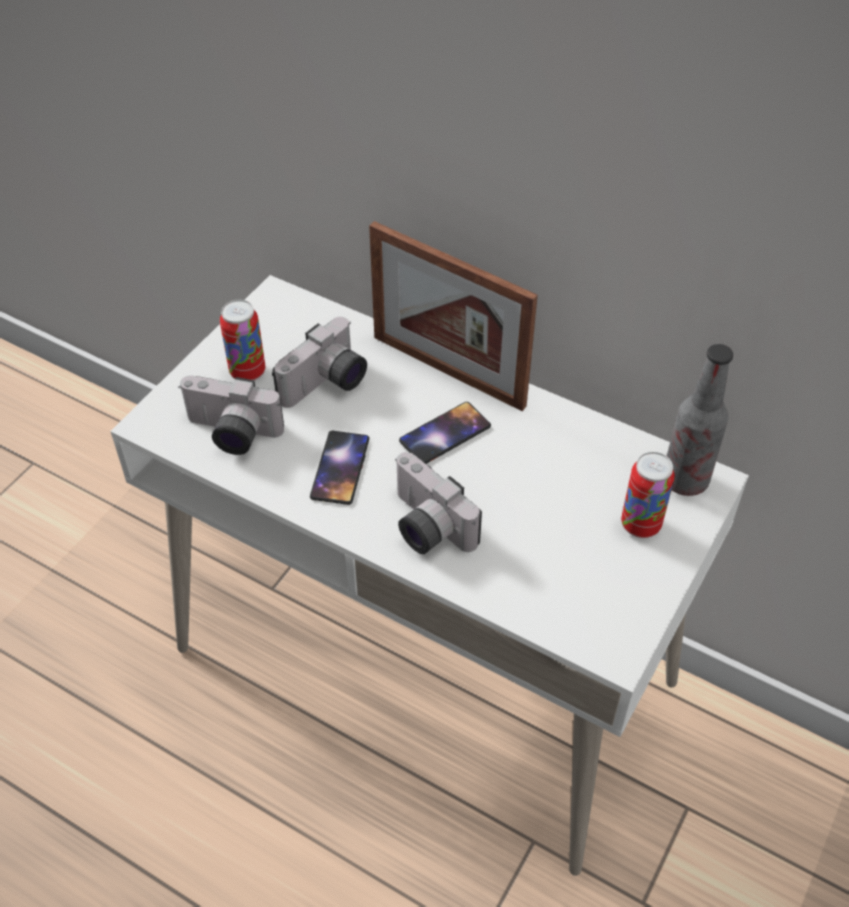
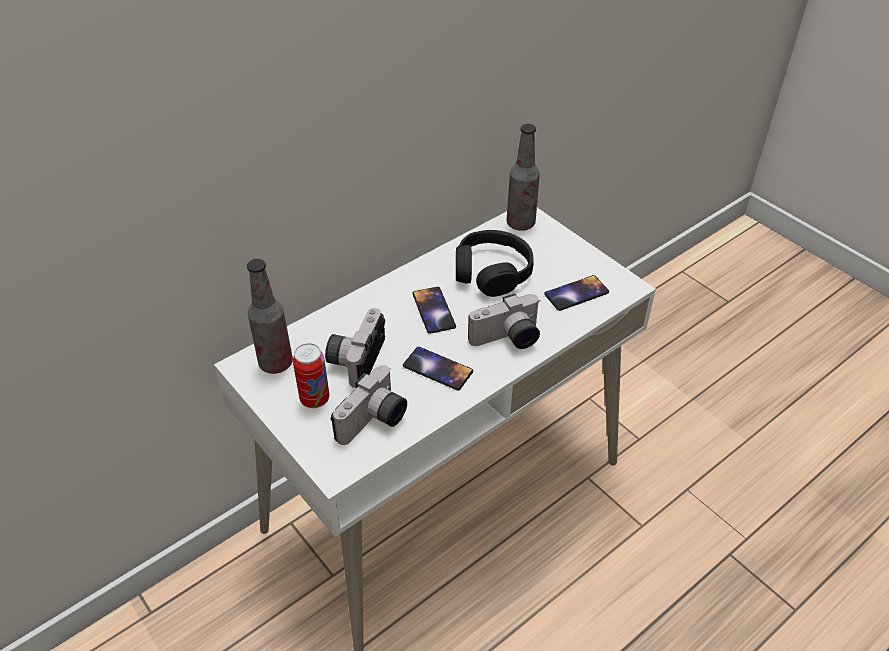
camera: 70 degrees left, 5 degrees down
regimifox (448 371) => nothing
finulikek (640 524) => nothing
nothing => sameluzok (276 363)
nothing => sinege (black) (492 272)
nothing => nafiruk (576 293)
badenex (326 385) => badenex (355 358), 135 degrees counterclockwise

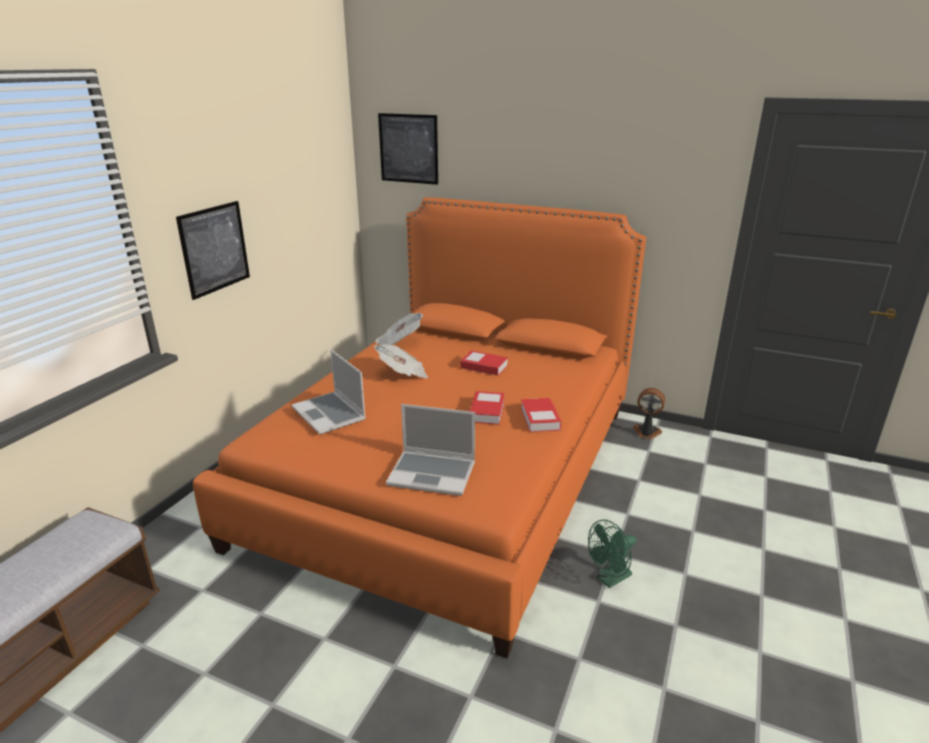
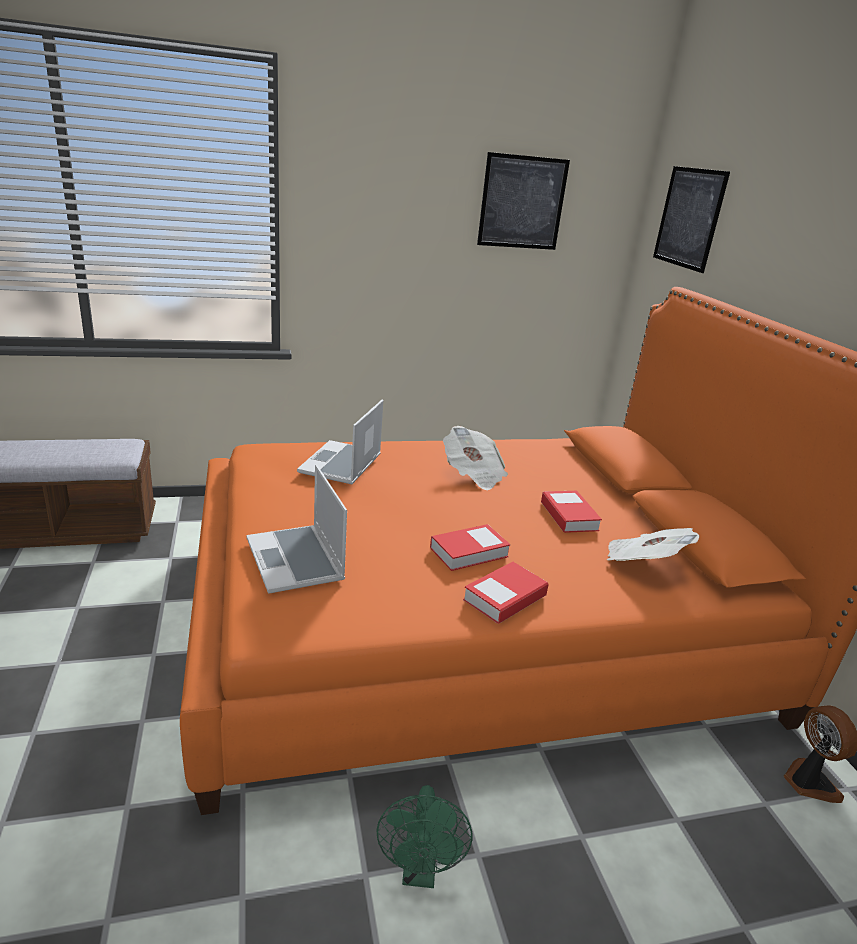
camera: 50 degrees right, 0 degrees up
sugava (214 249) => sugava (522 202), shifted
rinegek (399 342) => rinegek (643 562), shifted
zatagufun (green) (610 579) => zatagufun (green) (419 871), 105 degrees counterclockwise

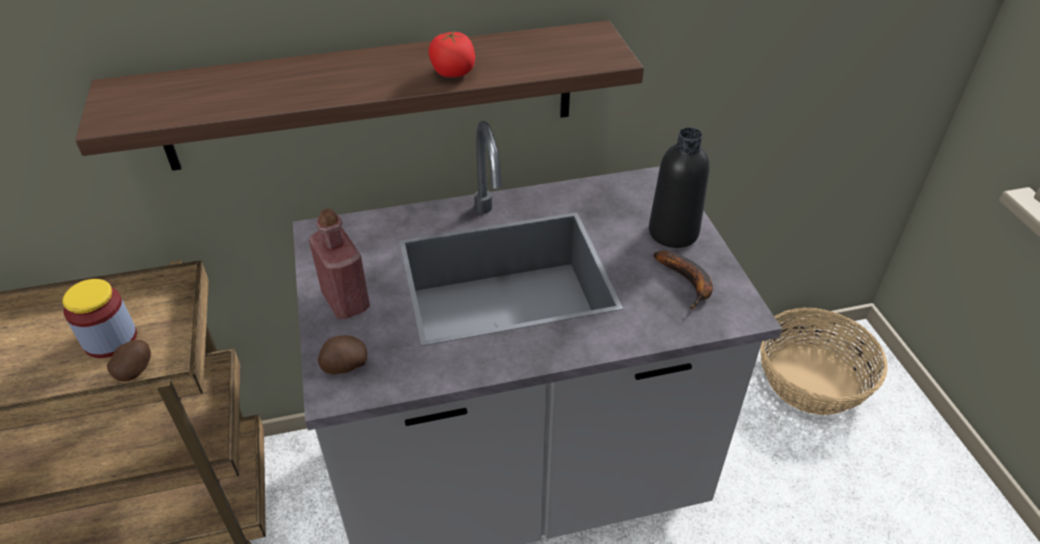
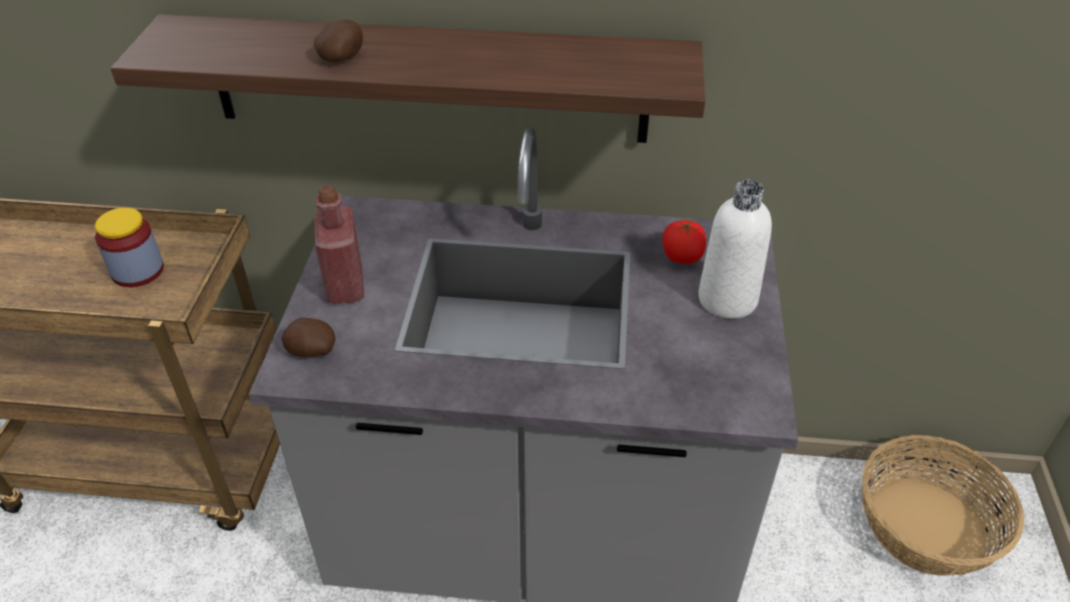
camera: 20 degrees right, 0 degrees up
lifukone (688 282) => nothing
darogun (136 370) => darogun (342 58), shifted
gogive (453 73) => gogive (682 257), shifted
sameluzok (black) (673 232) => sameluzok (white) (727 299)

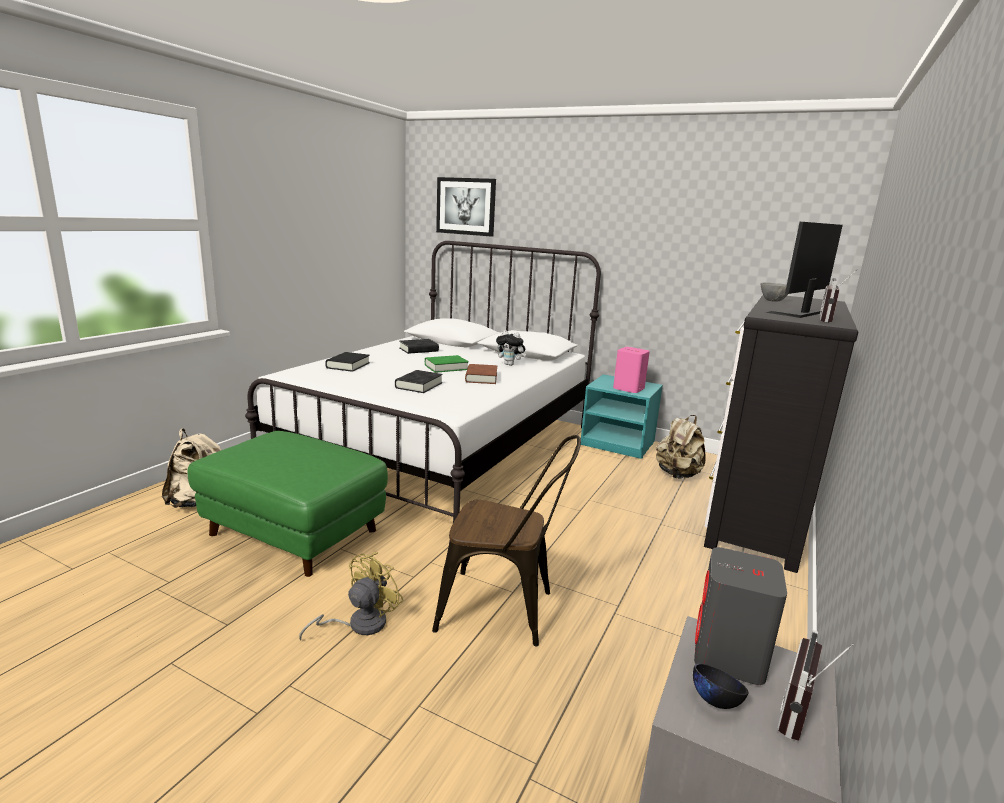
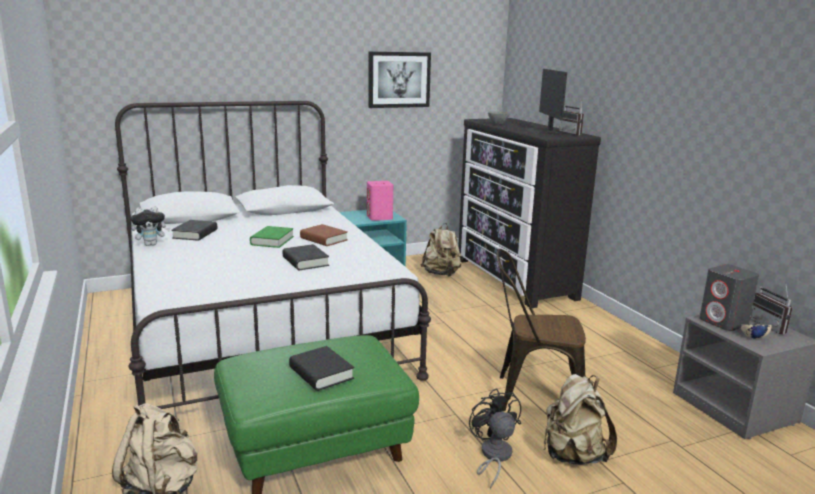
camera: 50 degrees left, 0 degrees up
nothing => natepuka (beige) (573 455)
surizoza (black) (348 365) => surizoza (black) (321 373), shifted
sugava (466 206) => sugava (399 79), shifted
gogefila (510 364) => gogefila (151 244), shifted
zatagufun (yellow) (359 624) => zatagufun (black) (493 456)
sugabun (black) (715 700) => sugabun (beige) (753 337)
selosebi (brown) (505 610) => selosebi (brown) (531 395), 135 degrees counterclockwise

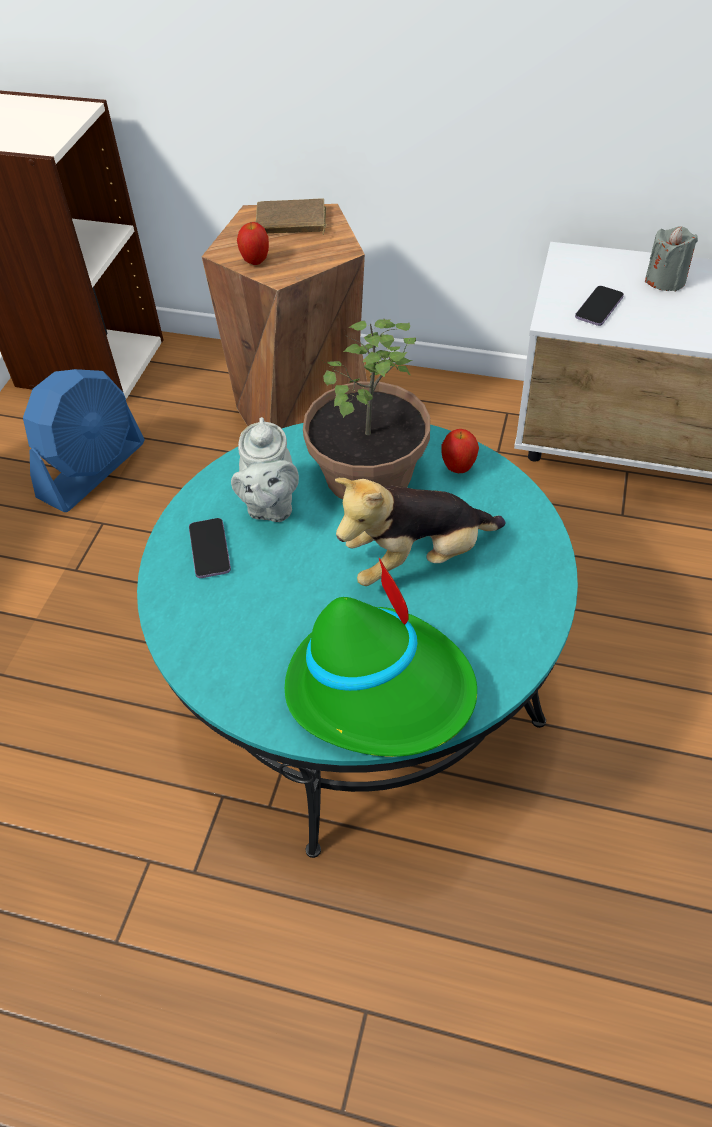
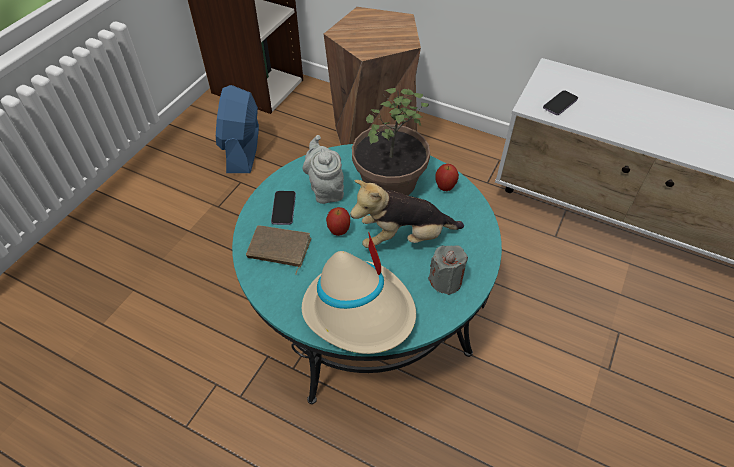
camera: 10 degrees right, 0 degrees up
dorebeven (255 261) => dorebeven (339 231), shifted
surizoza (brown) (291 223) => surizoza (brown) (278 250), shifted
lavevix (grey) (665 280) => lavevix (grey) (446 280), shifted
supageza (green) (380 688) => supageza (beige) (360 311)
zatagufun (blue) (93 470) => zatagufun (blue) (243 150), 135 degrees clockwise
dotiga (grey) (270 505) => dotiga (grey) (325 189), 150 degrees clockwise

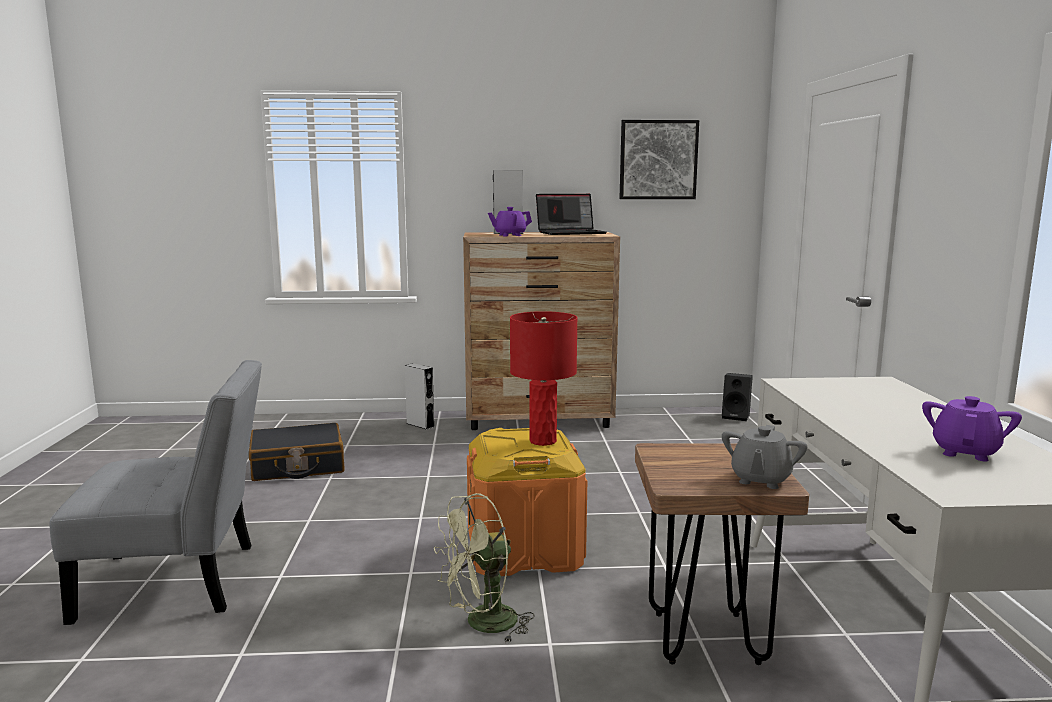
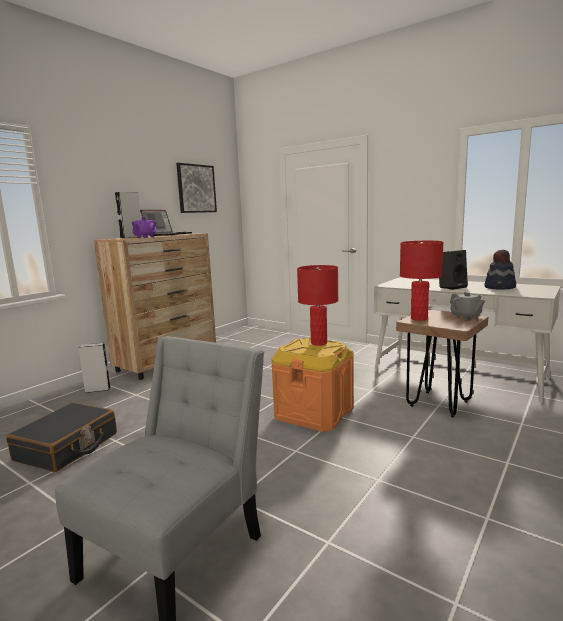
camera: 50 degrees left, 0 degrees up
zatagufun (green) (482 624) => nothing
nothing => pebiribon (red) (419 318)
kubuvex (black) (736 416) => kubuvex (black) (451 287), shifted
dotiga (purple) (965 452) => supageza (500 287)

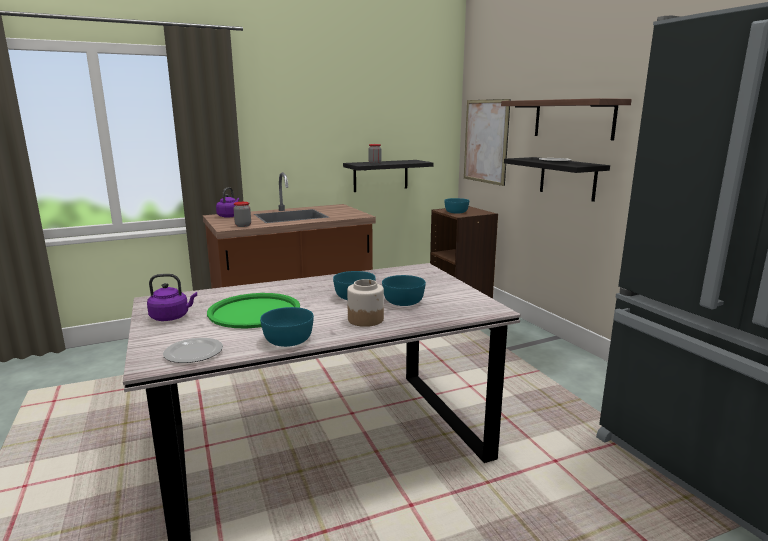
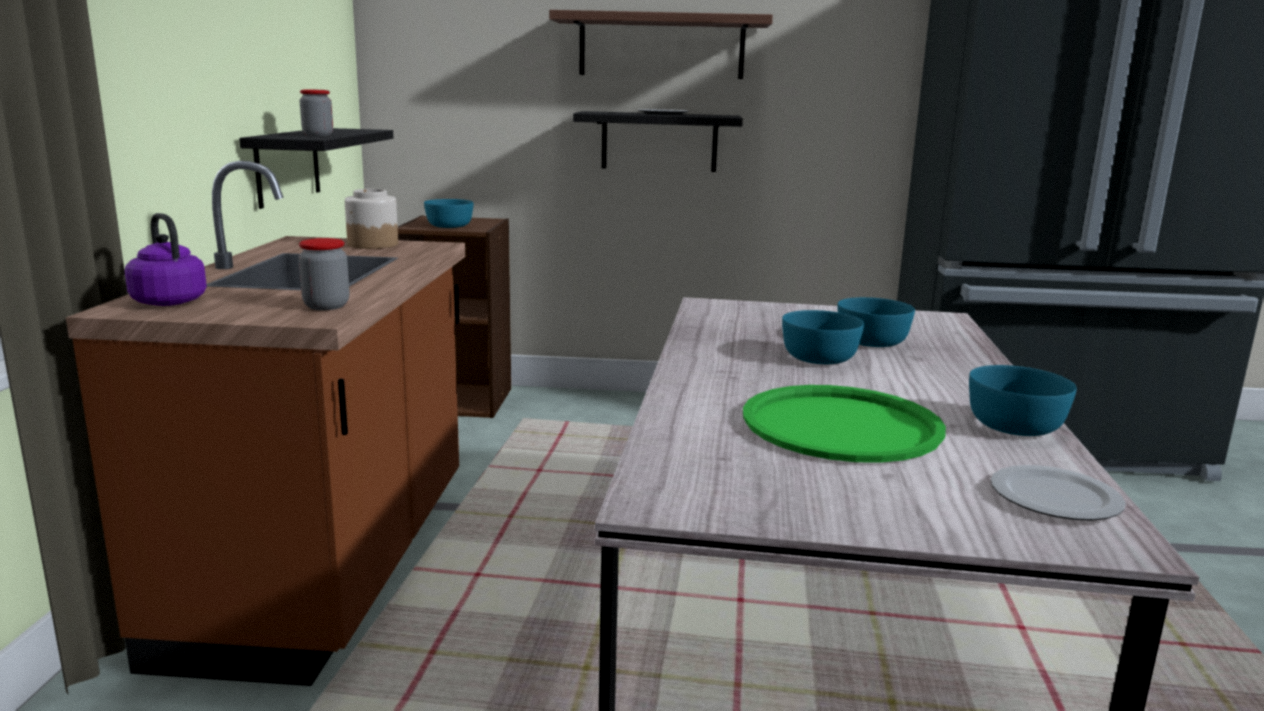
camera: 60 degrees left, 0 degrees up
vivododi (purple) (172 317) => nothing
sugava (485 141) => nothing
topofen (366 319) => topofen (372 244), shifted

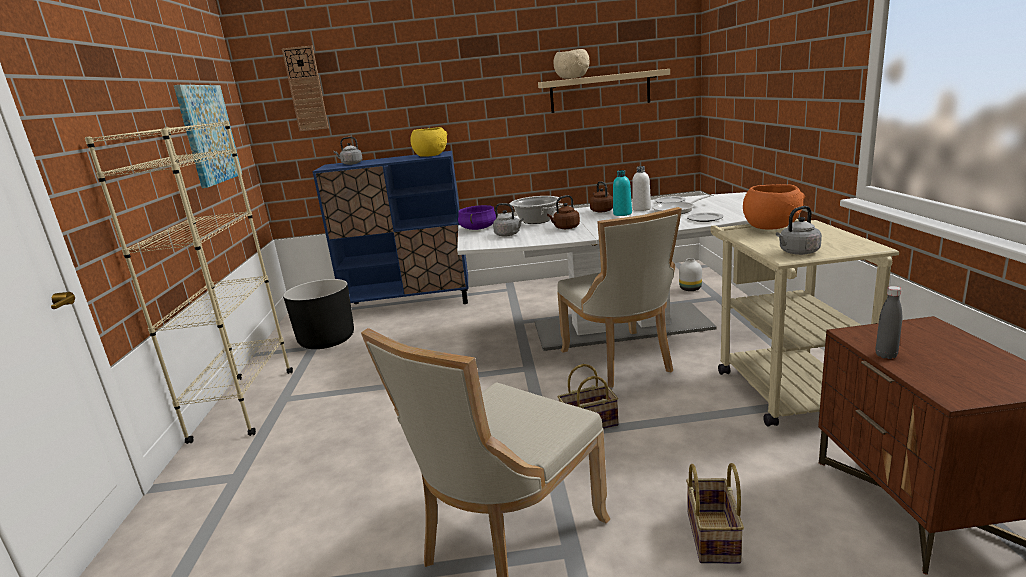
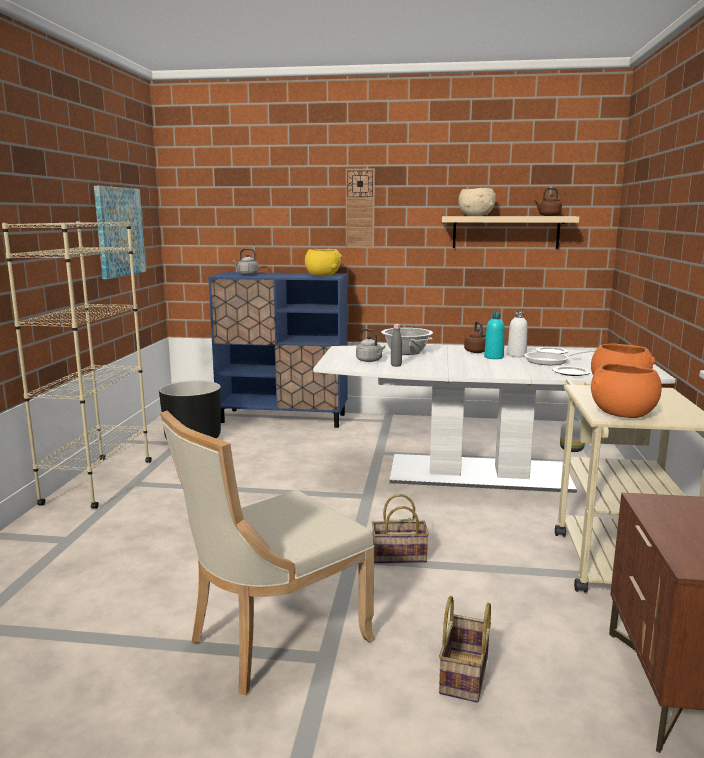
camera: 10 degrees right, 5 degrees down
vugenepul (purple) (478 228) => nothing
selosebi (beige) (620 362) => nothing
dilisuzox (306 89) => dilisuzox (360 209), shifted
vivododi (brown) (565 228) => vivododi (brown) (548 216), shifted
sameluzok (grey) (886 355) => sameluzok (grey) (396 365), shifted
vivododi (grey) (797 252) => sugabun (orange) (621 414)

